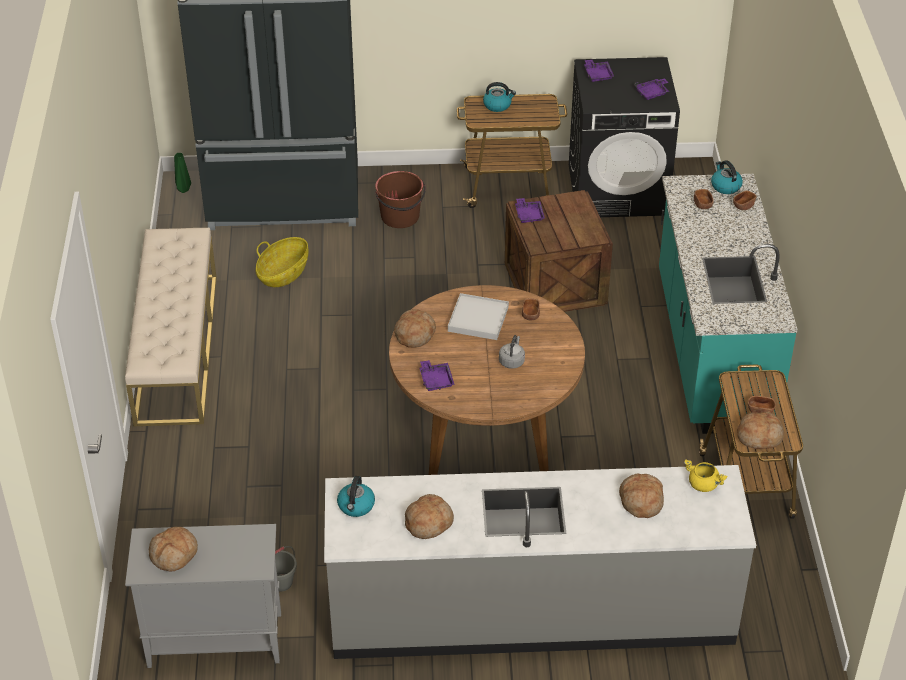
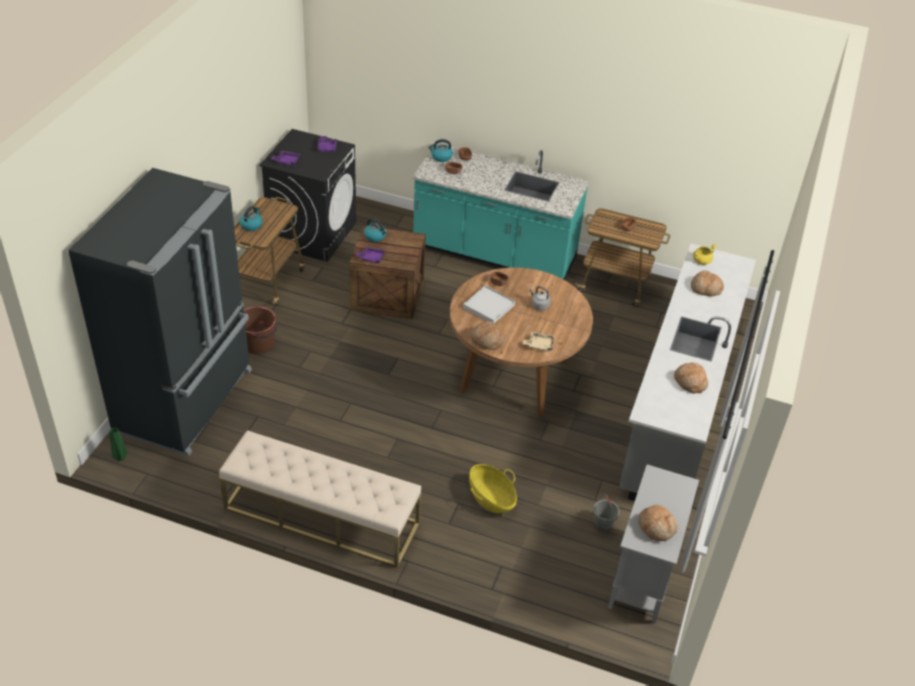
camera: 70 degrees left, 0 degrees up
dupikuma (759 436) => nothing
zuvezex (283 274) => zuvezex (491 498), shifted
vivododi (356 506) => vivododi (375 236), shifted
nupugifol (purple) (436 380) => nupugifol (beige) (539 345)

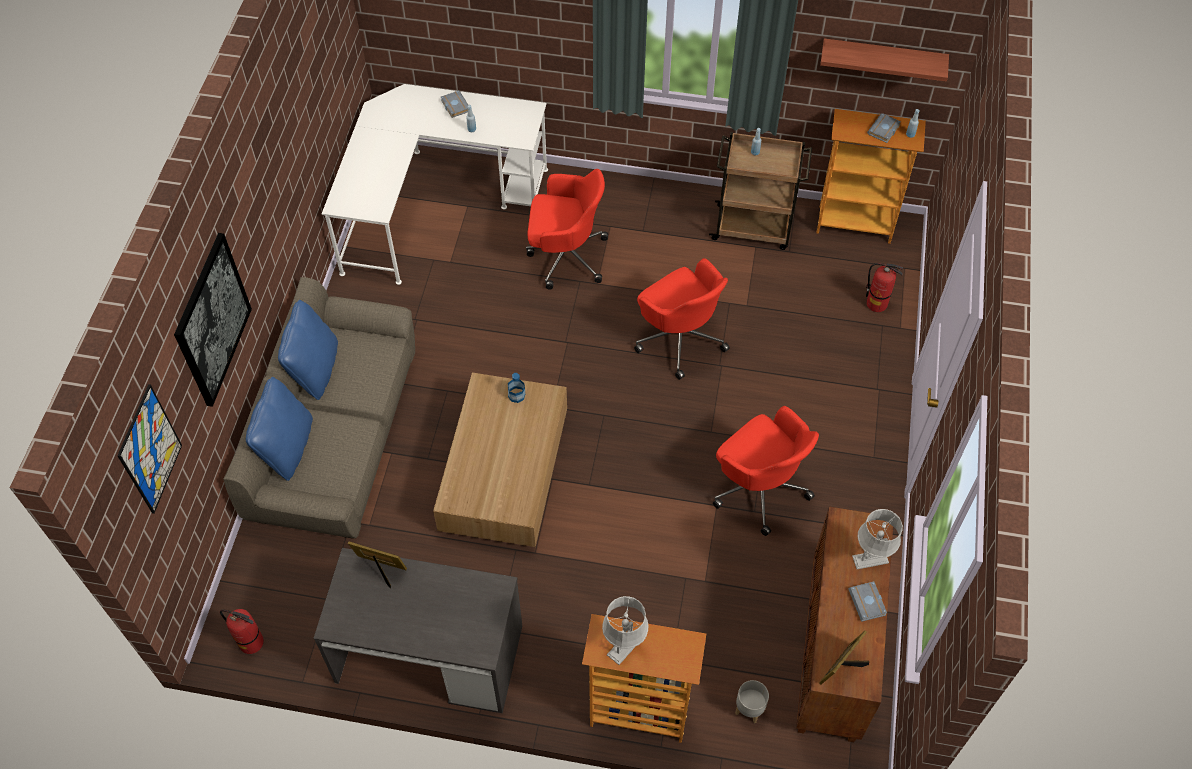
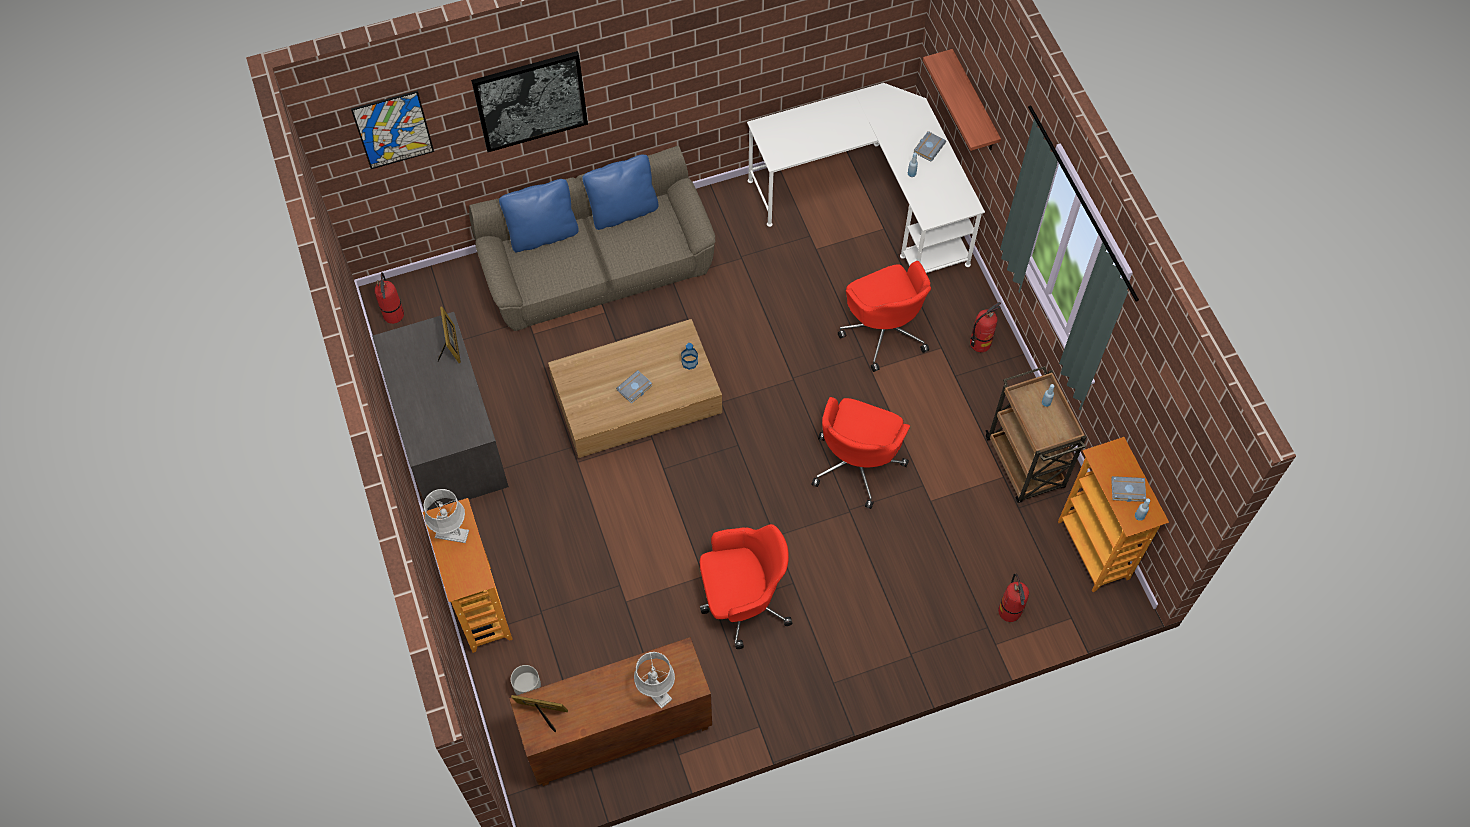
camera: 60 degrees right, 5 degrees up
nothing => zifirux (980 343)
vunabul (883 59) => vunabul (974 103), shifted
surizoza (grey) (868 603) => surizoza (grey) (634 389), shifted
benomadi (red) (759 487) => benomadi (red) (742 601), 120 degrees counterclockwise

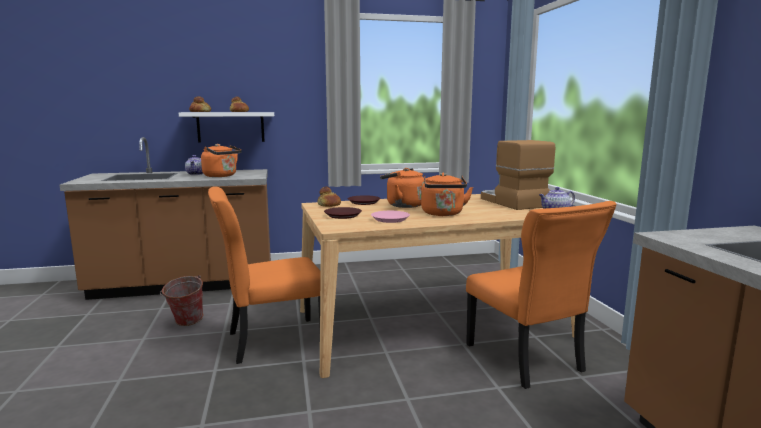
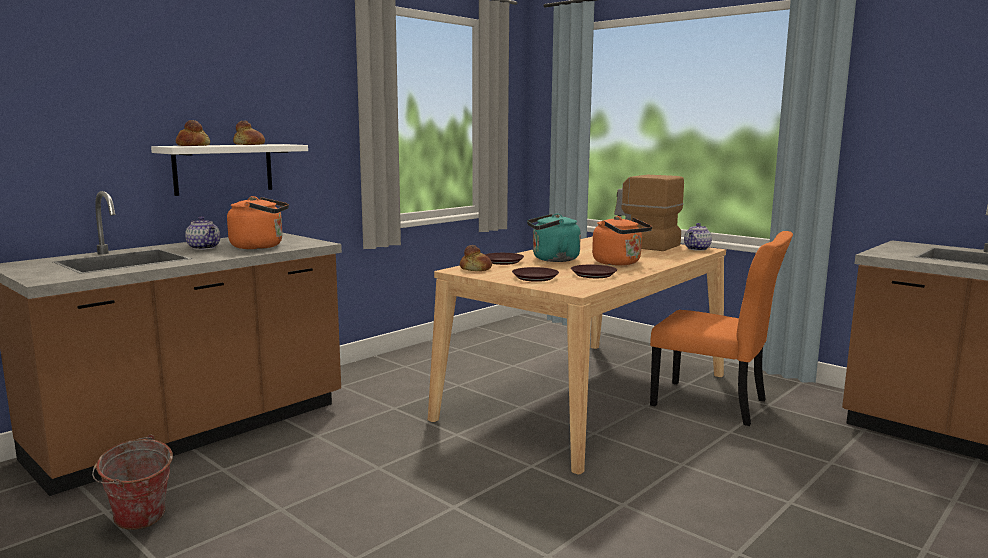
camera: 35 degrees left, 0 degrees up
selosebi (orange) (271 340) => nothing
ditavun (185 323) => ditavun (139 524), shifted
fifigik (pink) (390 219) => fifigik (brown) (593 275)
vivododi (orange) (403 205) => vivododi (turquoise) (552 259)

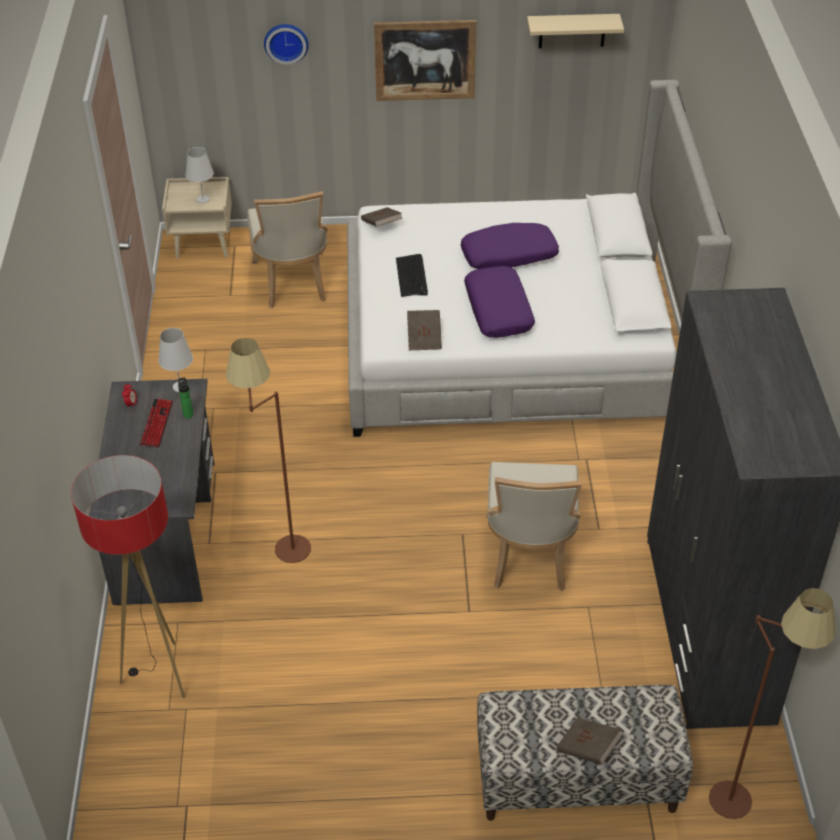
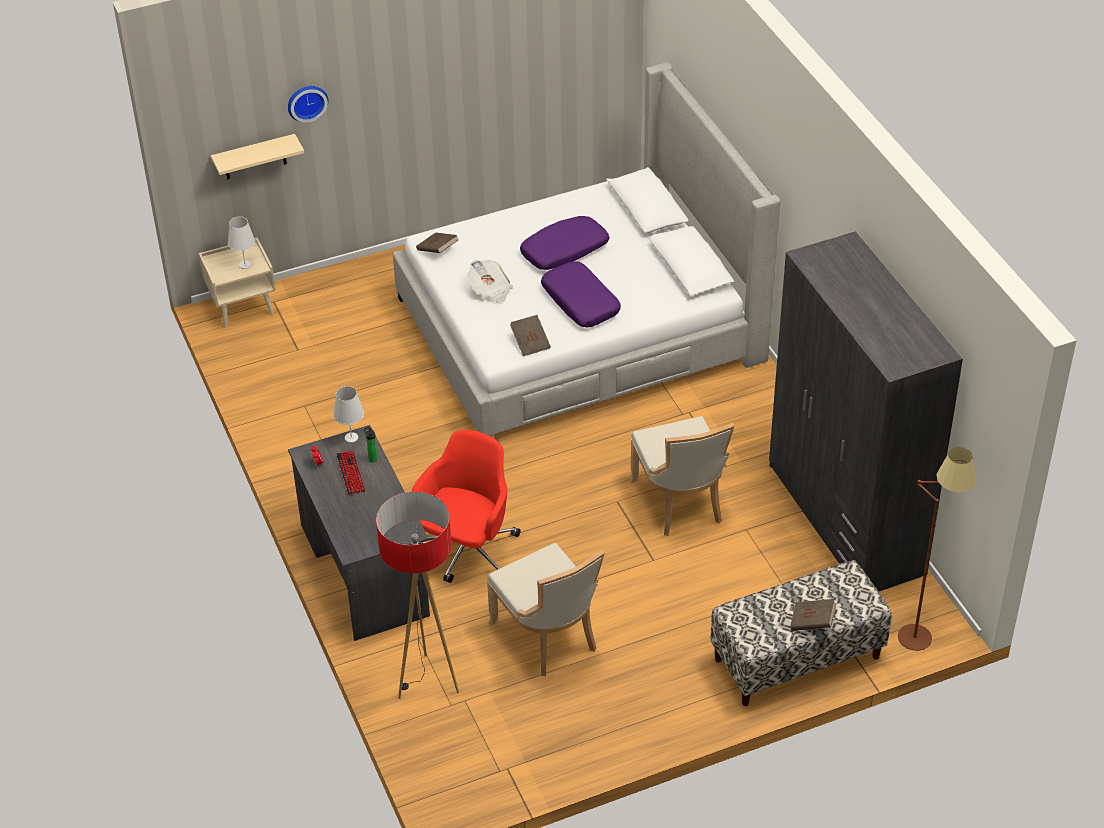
camera: 20 degrees left, 0 degrees up
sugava (425 60) => nothing
selosebi (beige) (292 283) => selosebi (beige) (548 637), shifted
vunabul (beige) (572 30) => vunabul (beige) (254 157), shifted
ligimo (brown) (278 542) => benomadi (red) (467 551)
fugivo (412 276) => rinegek (490 290)

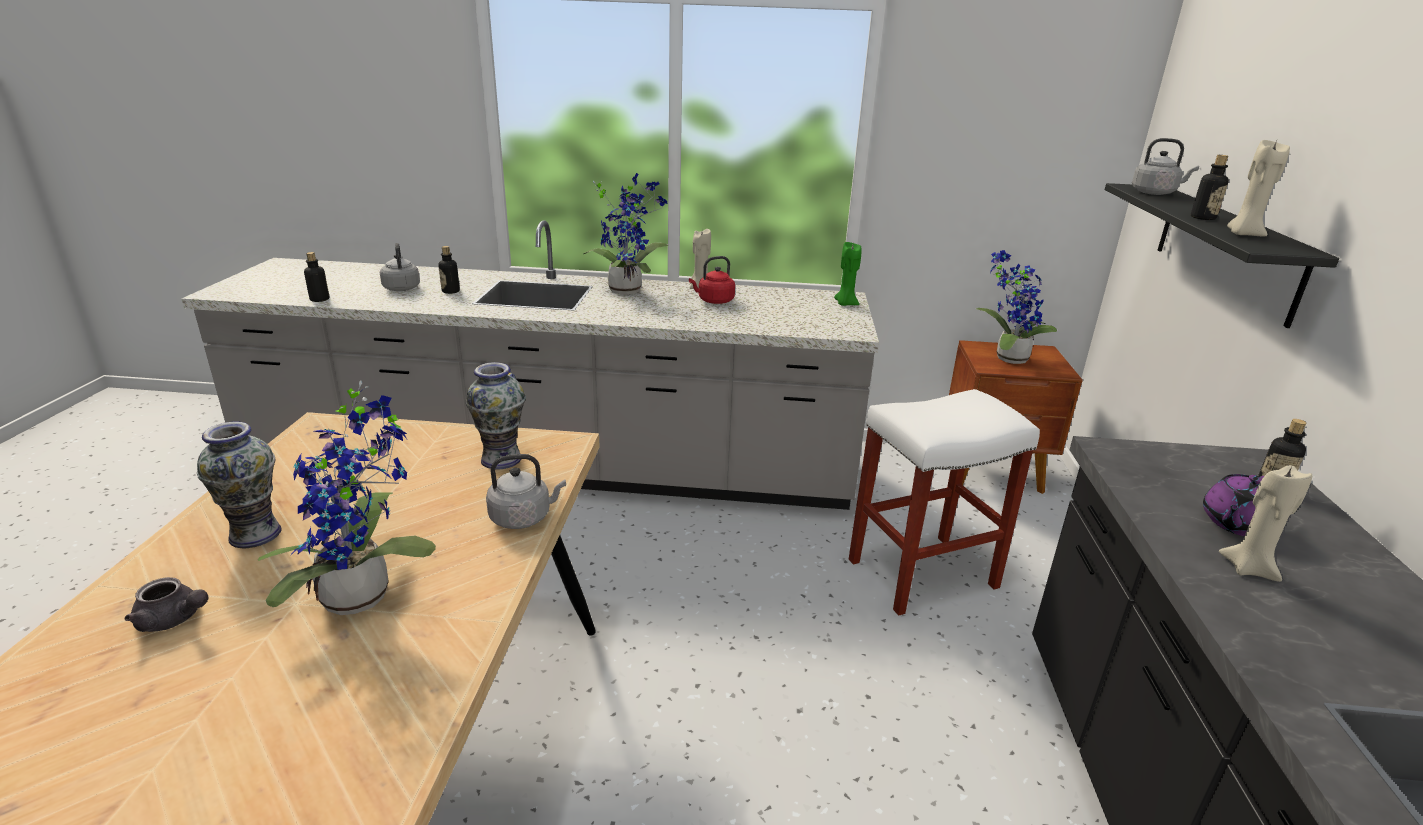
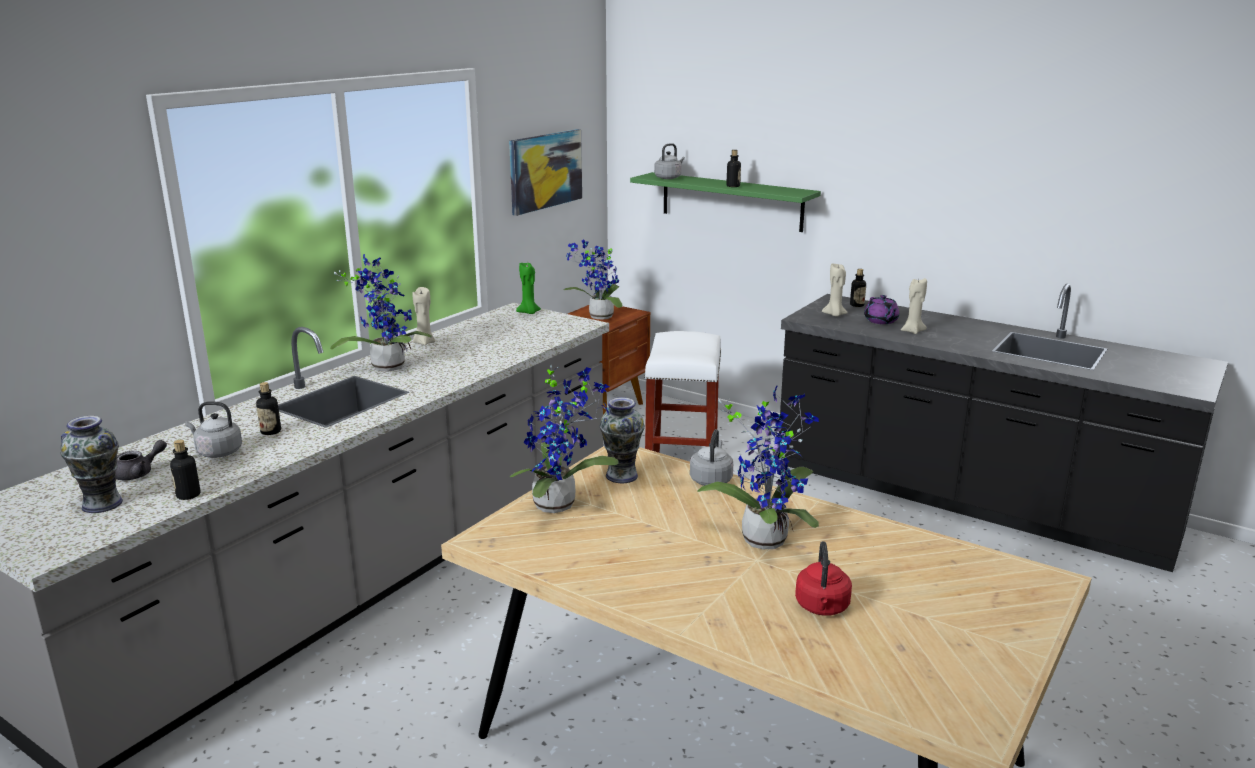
camera: 60 degrees left, 5 degrees down
nothing => sugava (545 170)
nothing => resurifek (560 504)
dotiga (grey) (174 620) => dotiga (grey) (139 473), shifted
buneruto (254 534) => buneruto (101 504), shifted
vivododi (red) (714 301) => vivododi (red) (822 608), shifted
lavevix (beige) (1243 234) => lavevix (beige) (834 315), shifted
vunabul (black) (1226 250) => vunabul (green) (731 201)

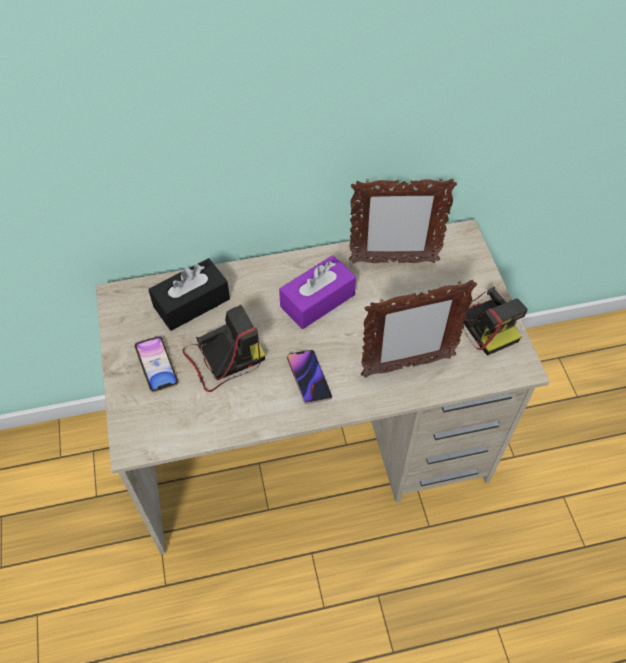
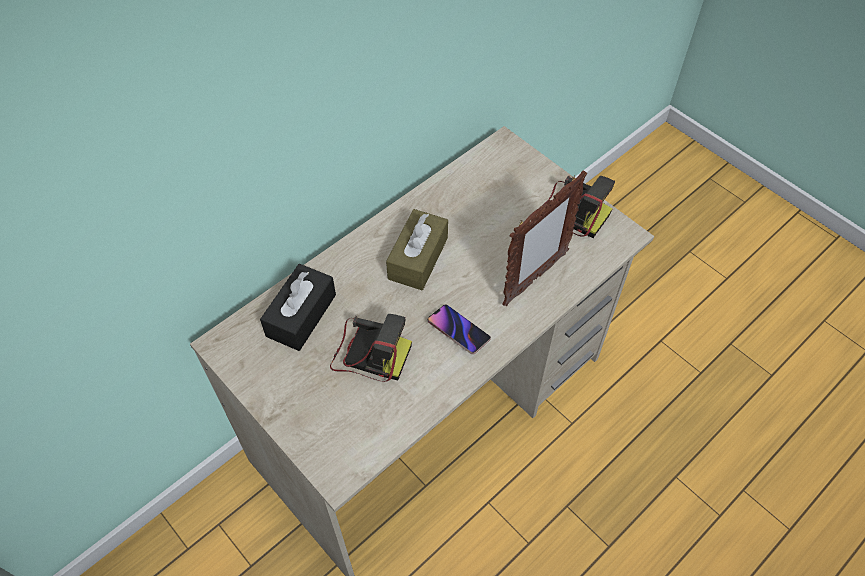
camera: 30 degrees left, 0 degrees up
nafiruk (157 366) => nothing
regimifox (393 262) => nothing
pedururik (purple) (317 300) => pedururik (brown) (418 258)
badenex (223 359) => badenex (369 352), 75 degrees clockwise

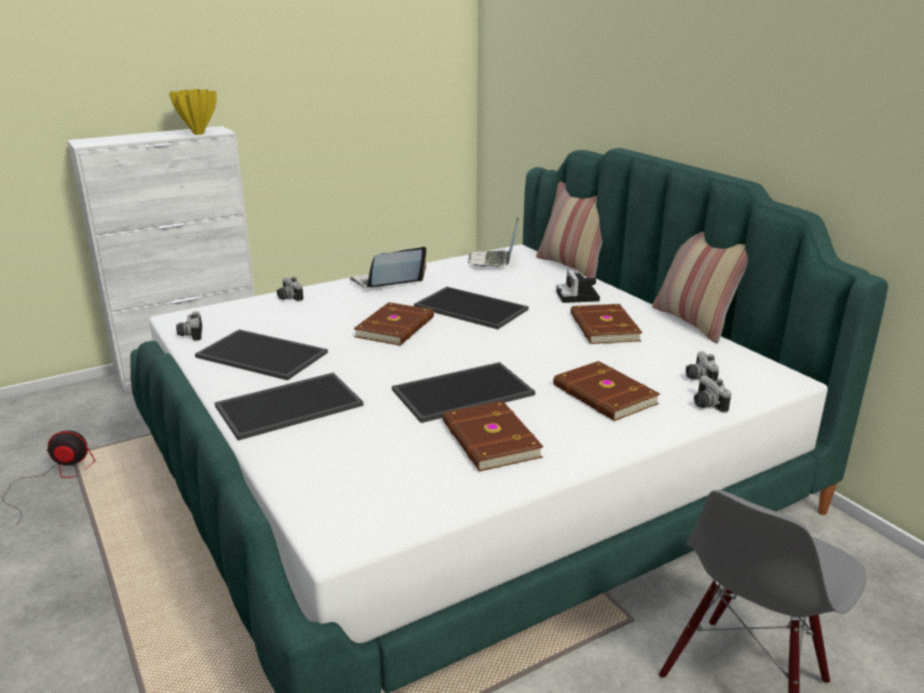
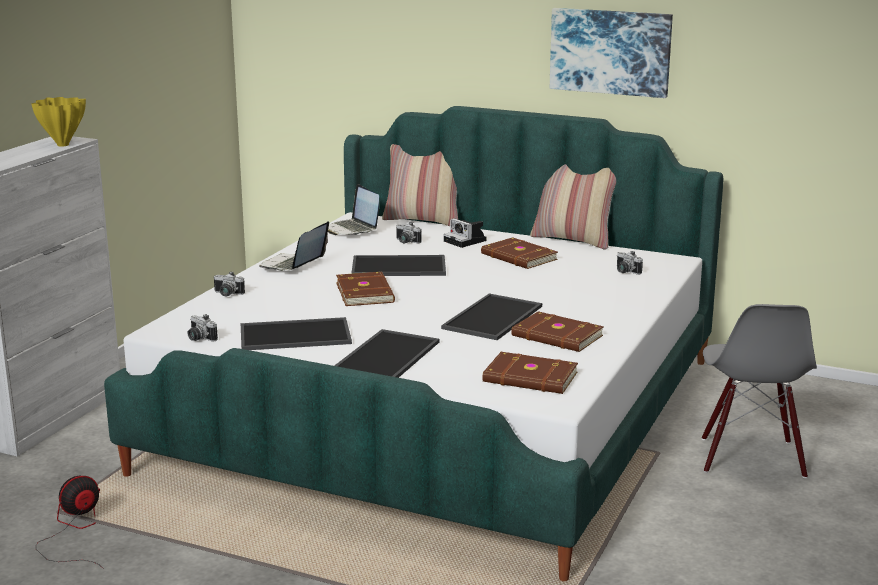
camera: 35 degrees left, 5 degrees down
nothing => sugava (610 51)
surizoza (brown) (604 395) => surizoza (brown) (530 378), shifted
badenex (706 405) => badenex (405 242), shifted

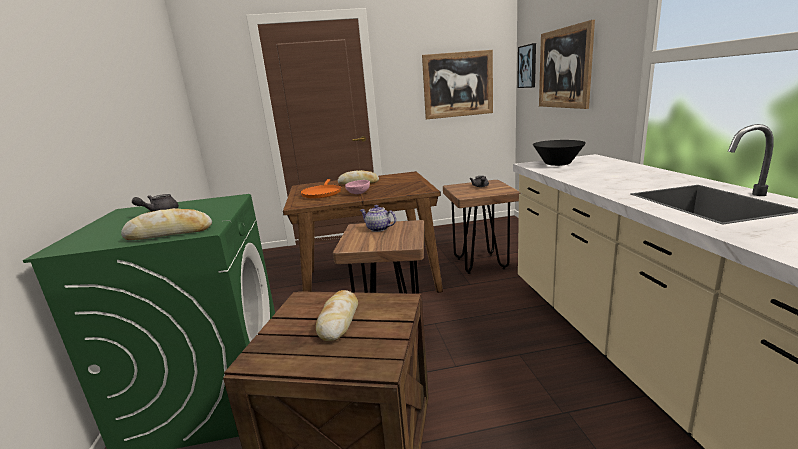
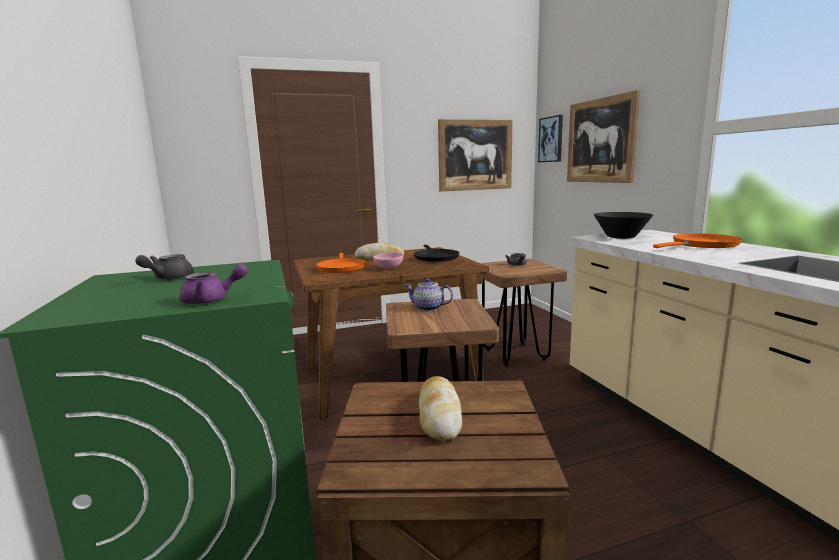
camera: 10 degrees left, 5 degrees down
nothing => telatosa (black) (435 257)
nothing => telatosa (orange) (702 245)
dupikuma (170 233) => dotiga (purple) (212 300)

